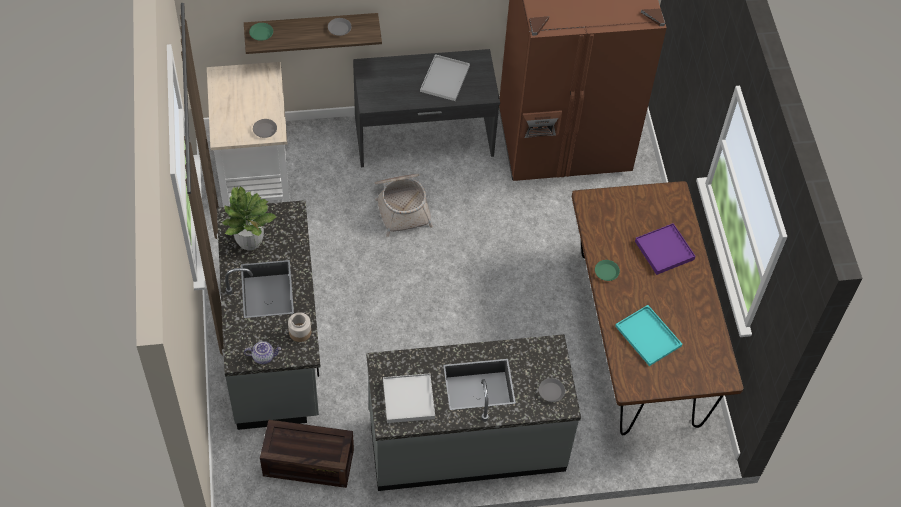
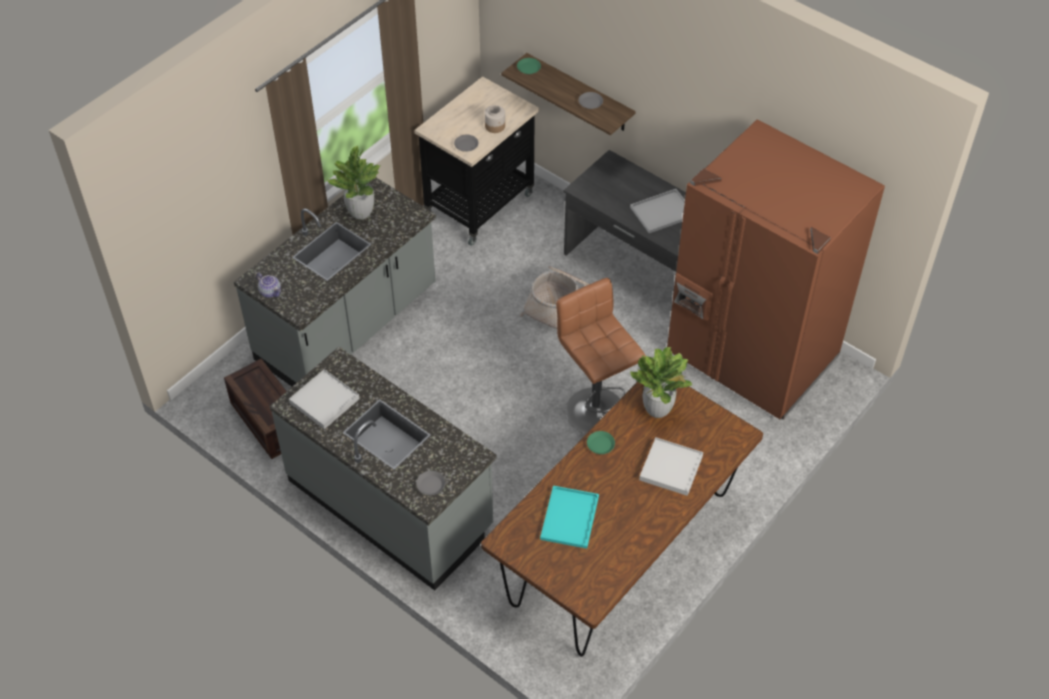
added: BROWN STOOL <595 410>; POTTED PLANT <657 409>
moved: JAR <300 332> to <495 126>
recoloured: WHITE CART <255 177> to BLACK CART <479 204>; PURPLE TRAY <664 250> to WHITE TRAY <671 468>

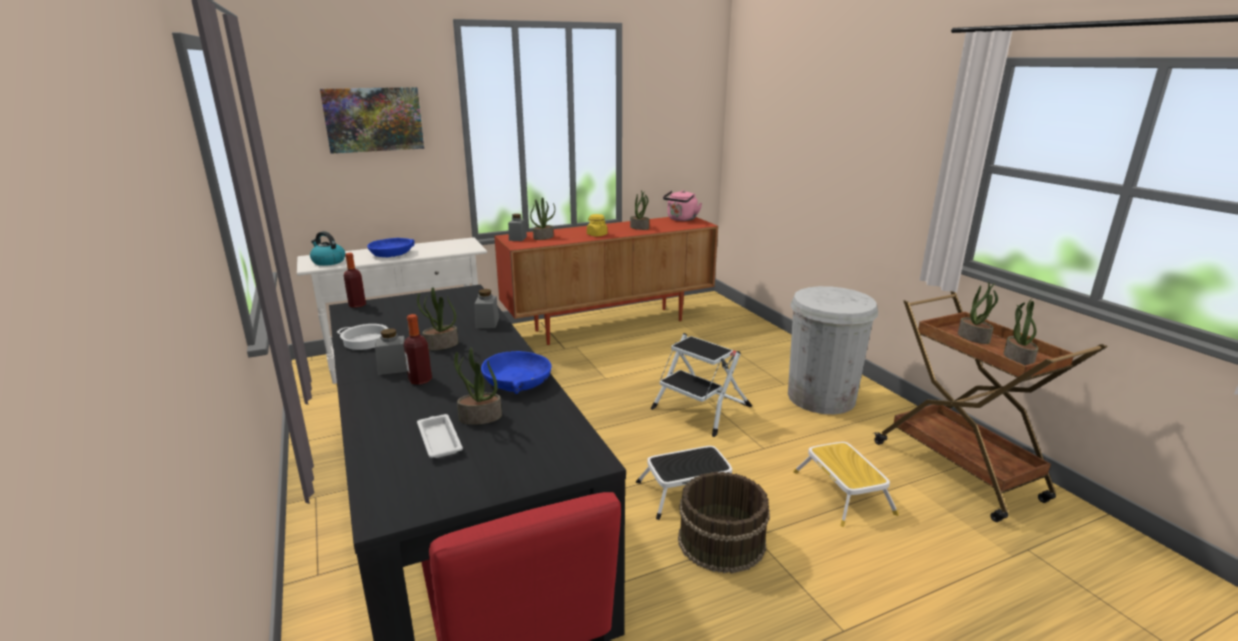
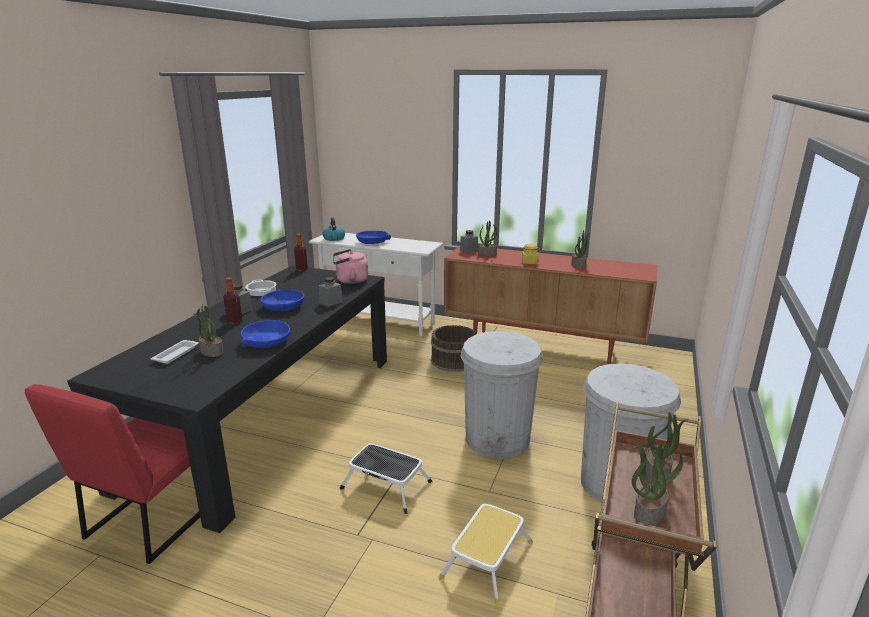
removed: PICTURE <373 119>
moved: PINK KETTLE <681 219> to <350 281>; BROWN BUCKET <721 540> to <454 360>
replaced: POTTED PLANT <441 345> to BLUE BOWL <283 306>; STEP LADDER <702 409> to WHITE TRASH CAN <497 439>

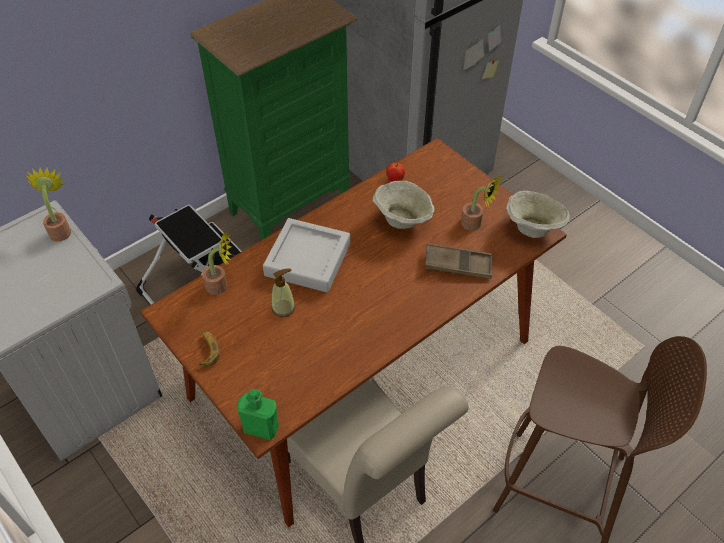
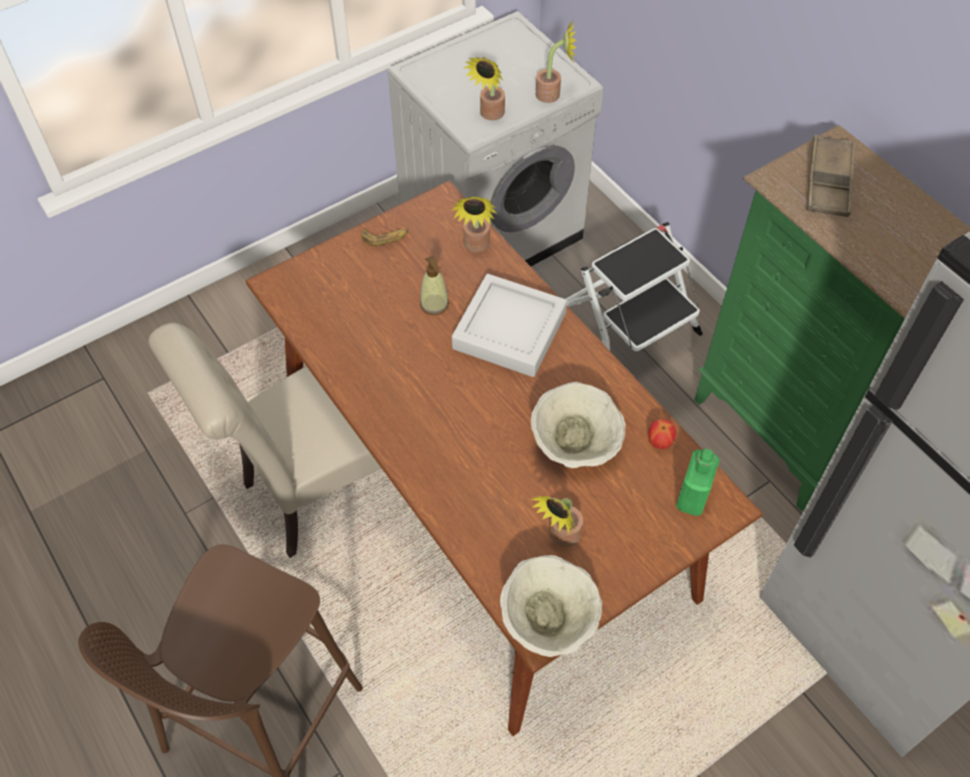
added: POTTED PLANT <490 115>
moved: GREEN BOTTLE <261 428> to <692 497>; BROWN TRAY <458 265> to <828 181>

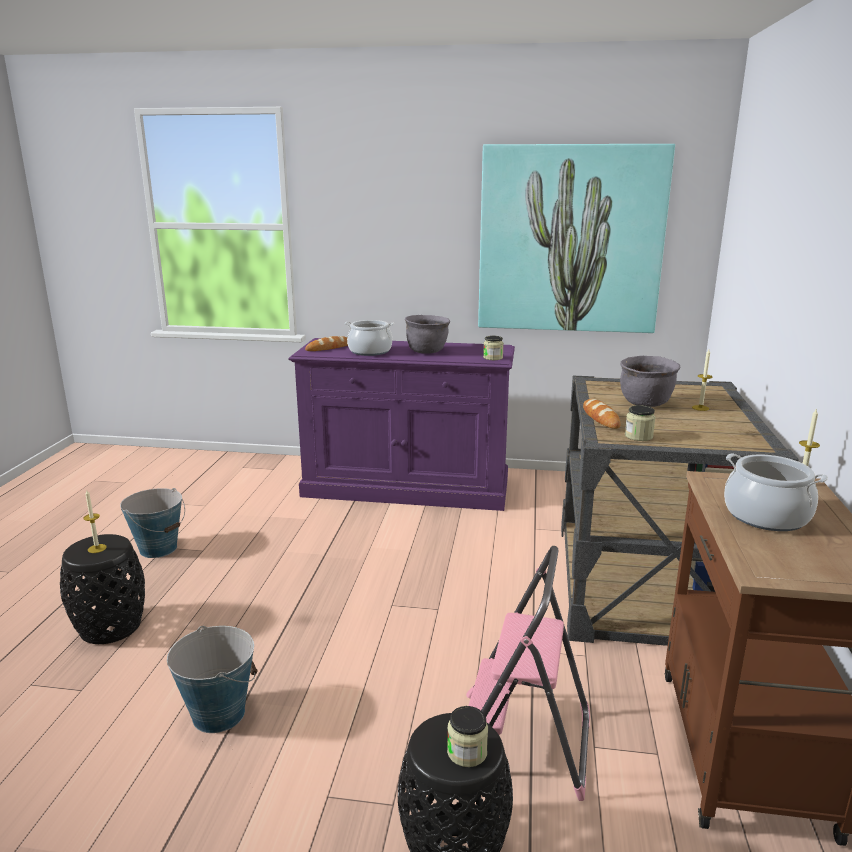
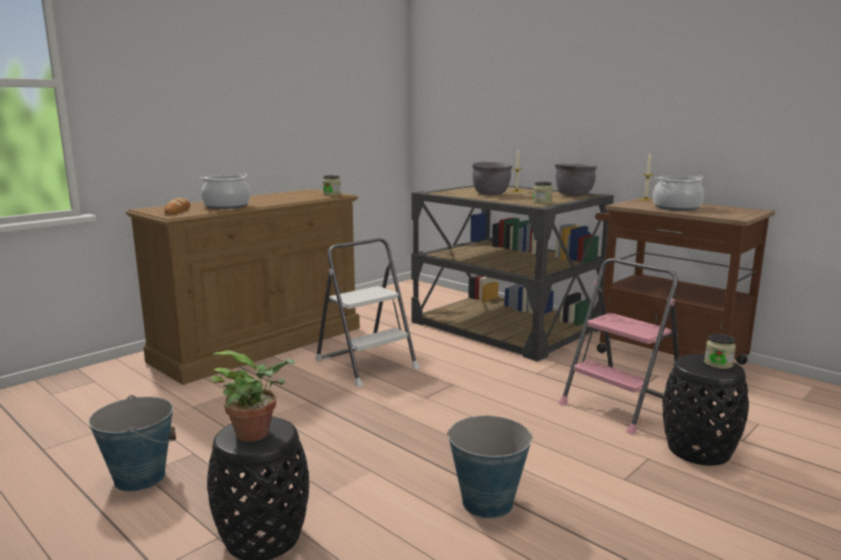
removed: PICTURE <570 240>; BREAD <600 417>
added: WHITE STEP LADDER <364 362>
moved: GREY COOKING POT <427 351> to <573 195>
replaced: CANDLE <97 548> to POTTED PLANT <257 433>
recoloured: PURPLE CABINET <407 488> to BROWN CABINET <261 344>

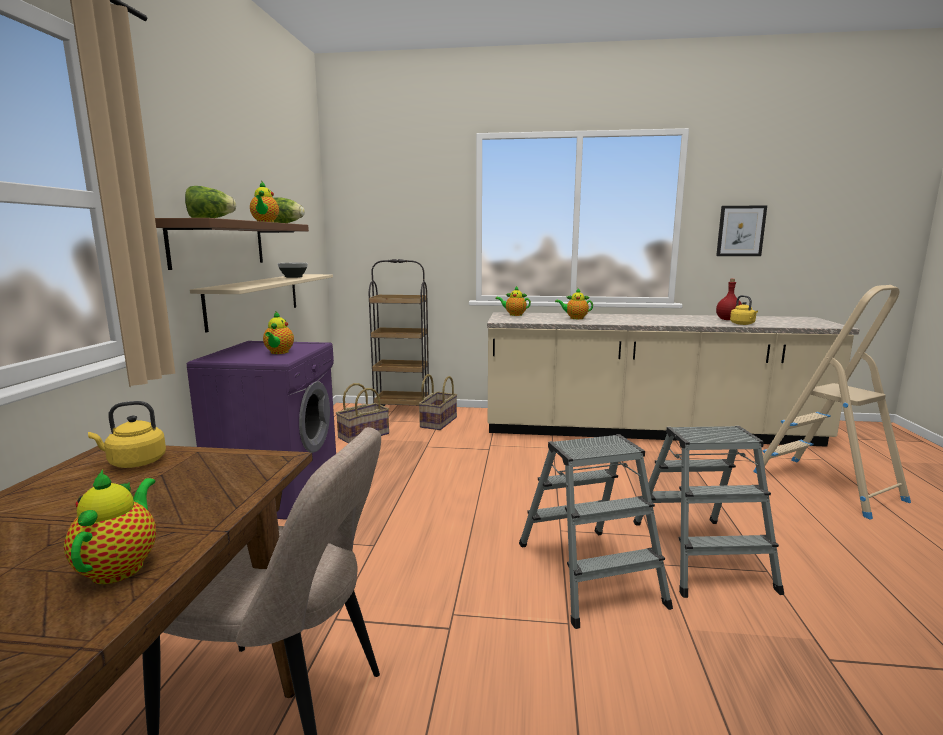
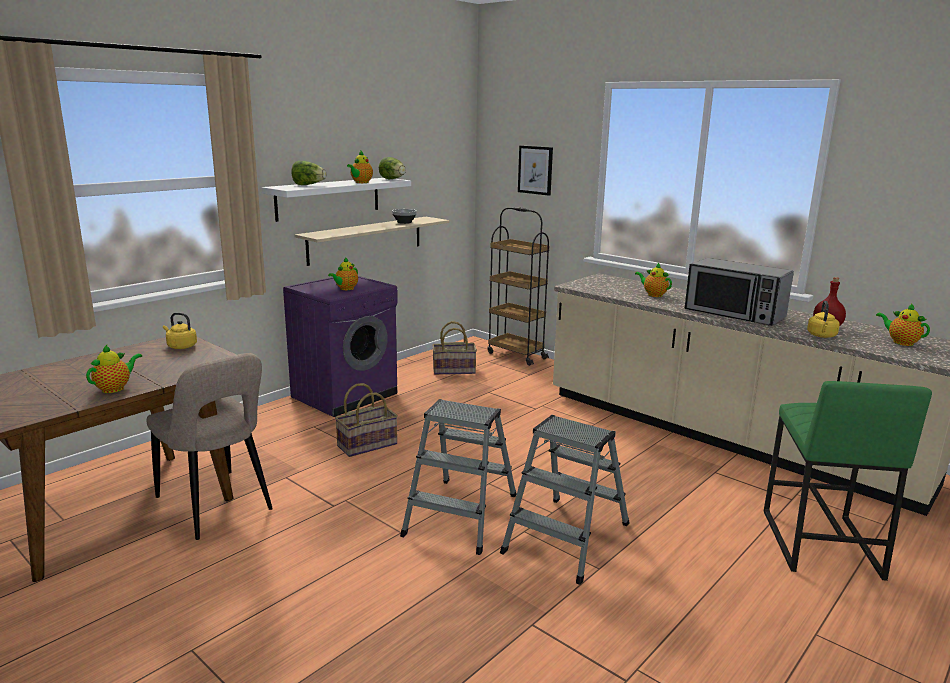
added: MICROWAVE <734 314>
moved: BASKET <438 422> to <367 444>; TEAPOT <514 315> to <900 342>; PICTURE <740 231> to <535 170>
replaced: BEIGE STEP LADDER <825 485> to GREEN STOOL <820 543>
recoloured: BROWN SHELF <219 244> to WHITE SHELF <328 198>

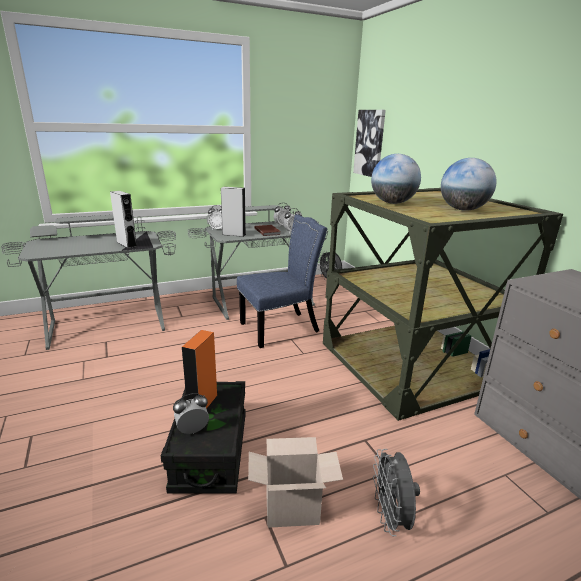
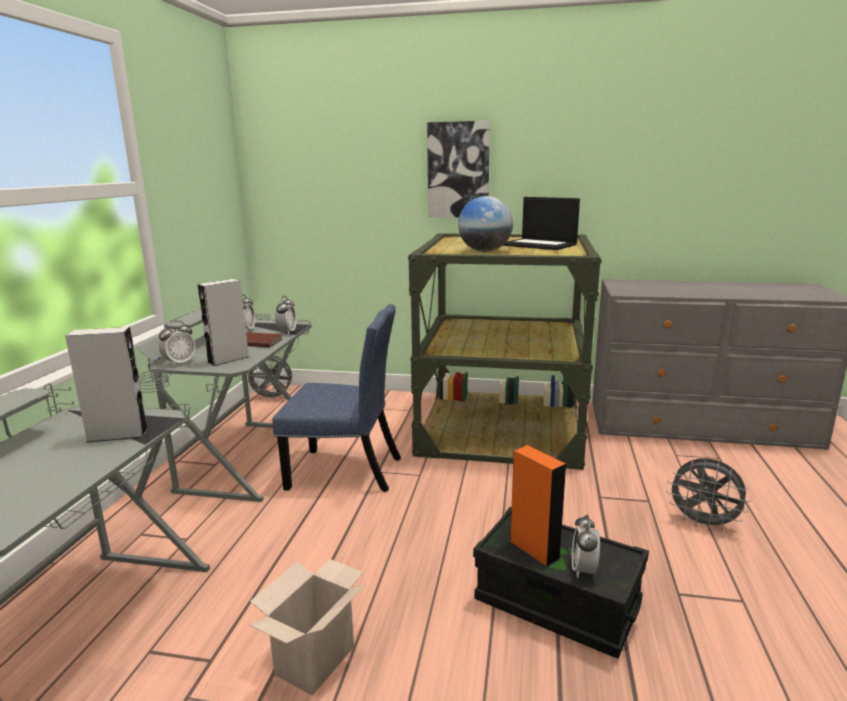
moved: CARDBOARD BOX <293 508> to <315 658>; PICTURE <370 143> to <458 170>
replaced: GLOBE <463 210> to LAPTOP <540 245>
turned: BLUE CHAIR <278 329> = <343 471> 90 degrees clockwise

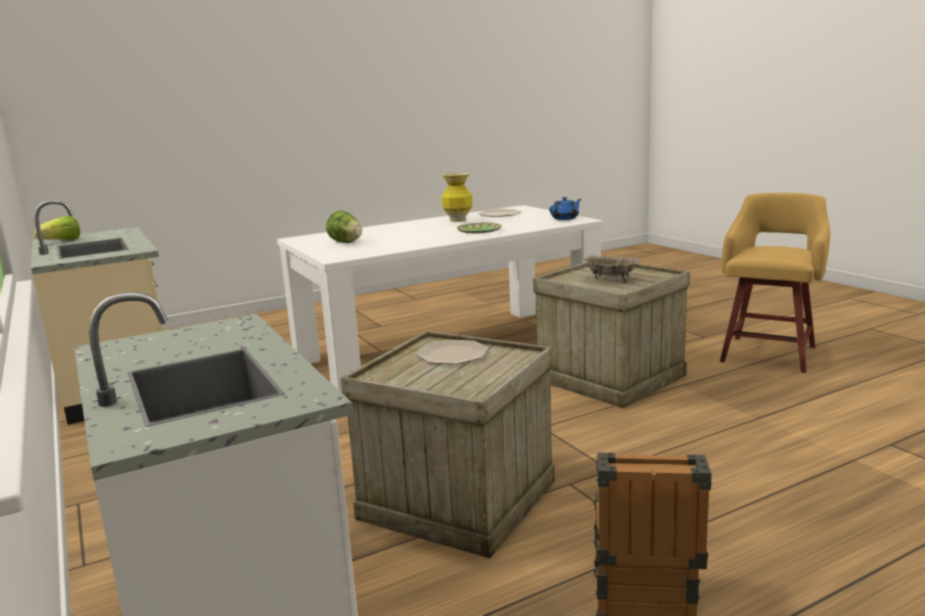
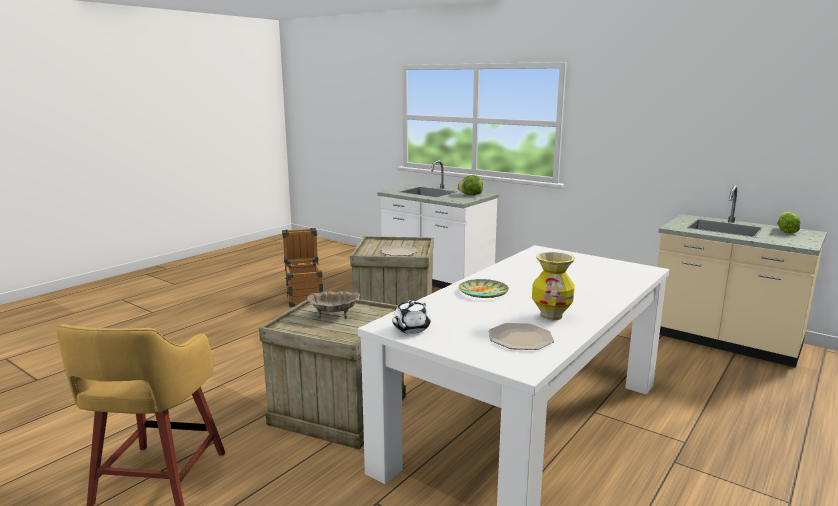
moved: LETTUCE <345 242> to <470 195>
recoloured: BLUE TEAPOT <565 218> to WHITE TEAPOT <410 329>

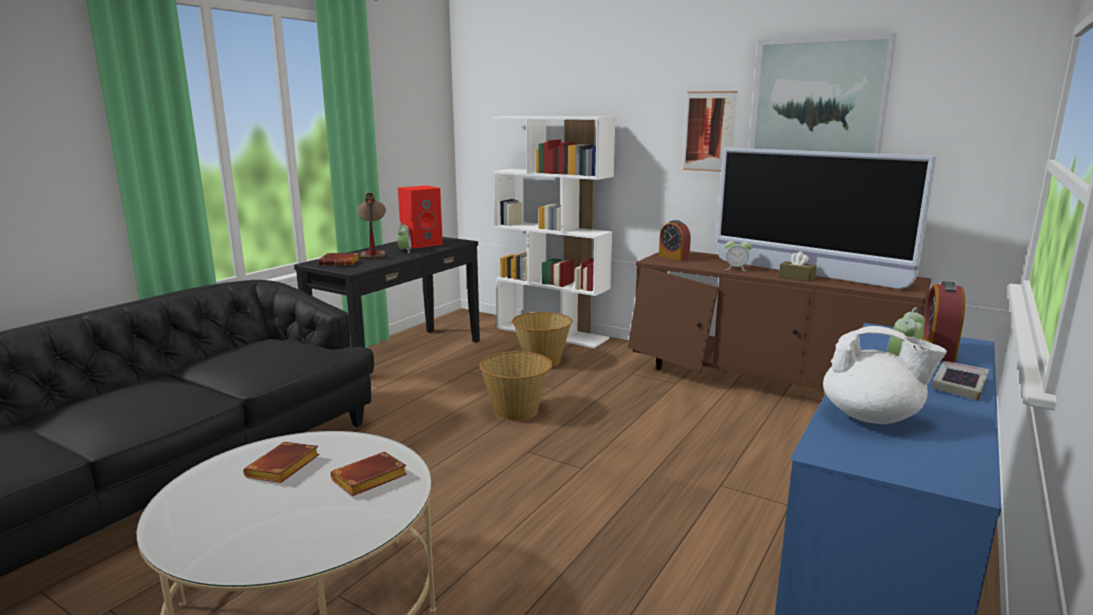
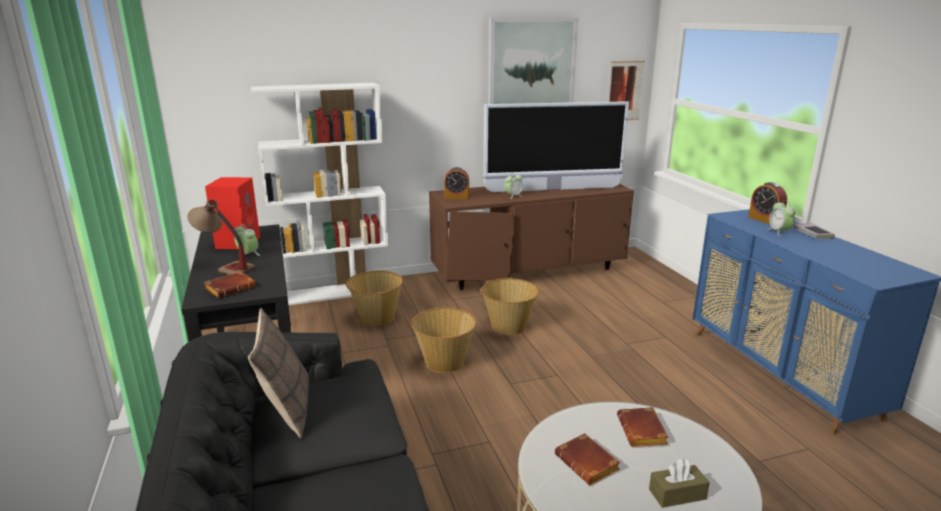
removed: WHITE TEAPOT <872 417>
added: PILLOW <286 410>; BASKET <509 326>
moved: PICTURE <709 131> to <625 91>; BROWN TISSUE BOX <796 278> to <677 494>

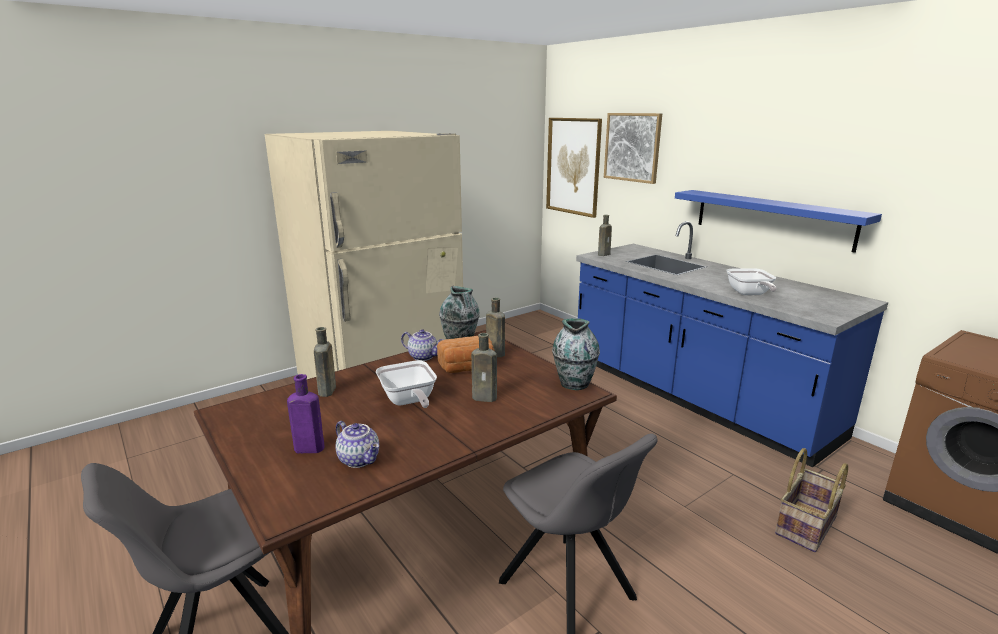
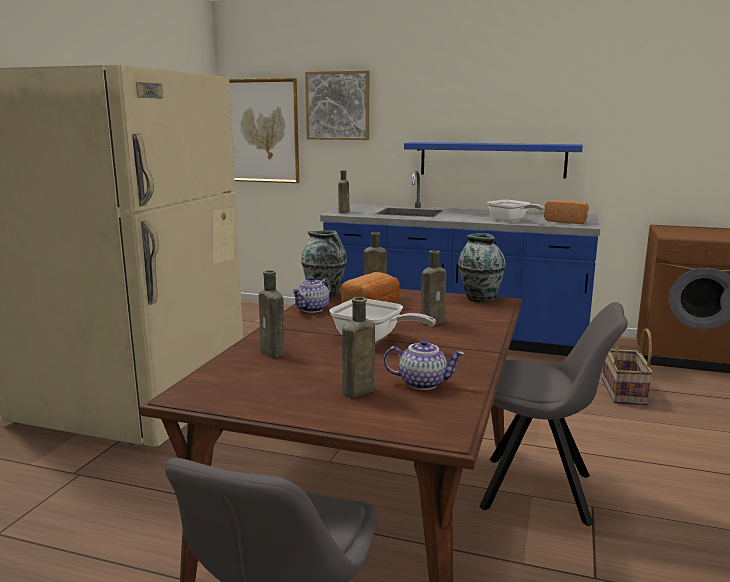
added: BREAD <566 221>
recoloured: PURPLE BOTTLE <307 449> to BROWN BOTTLE <356 392>
turned: TEAPOT <424 356> = <312 309> 135 degrees clockwise

